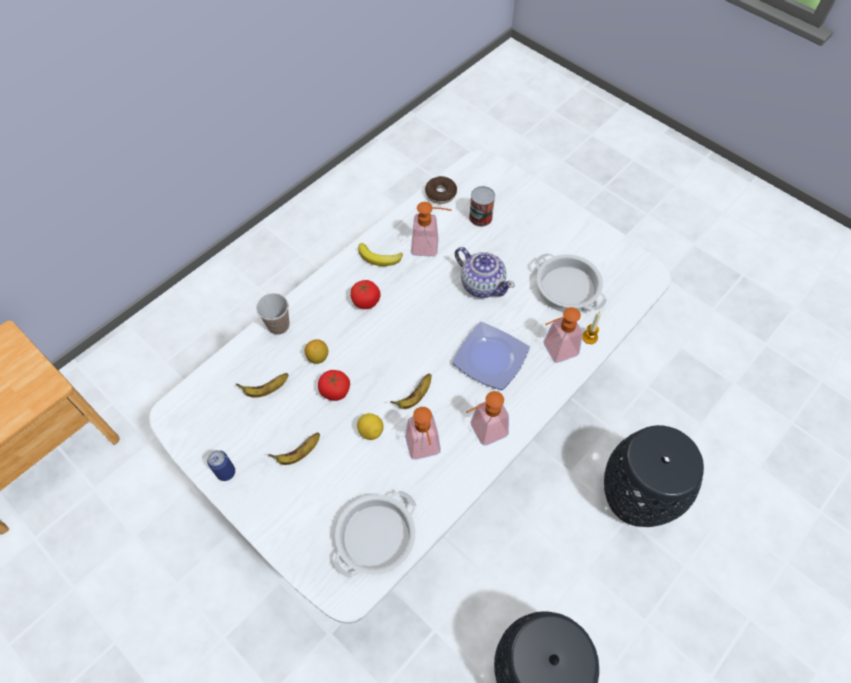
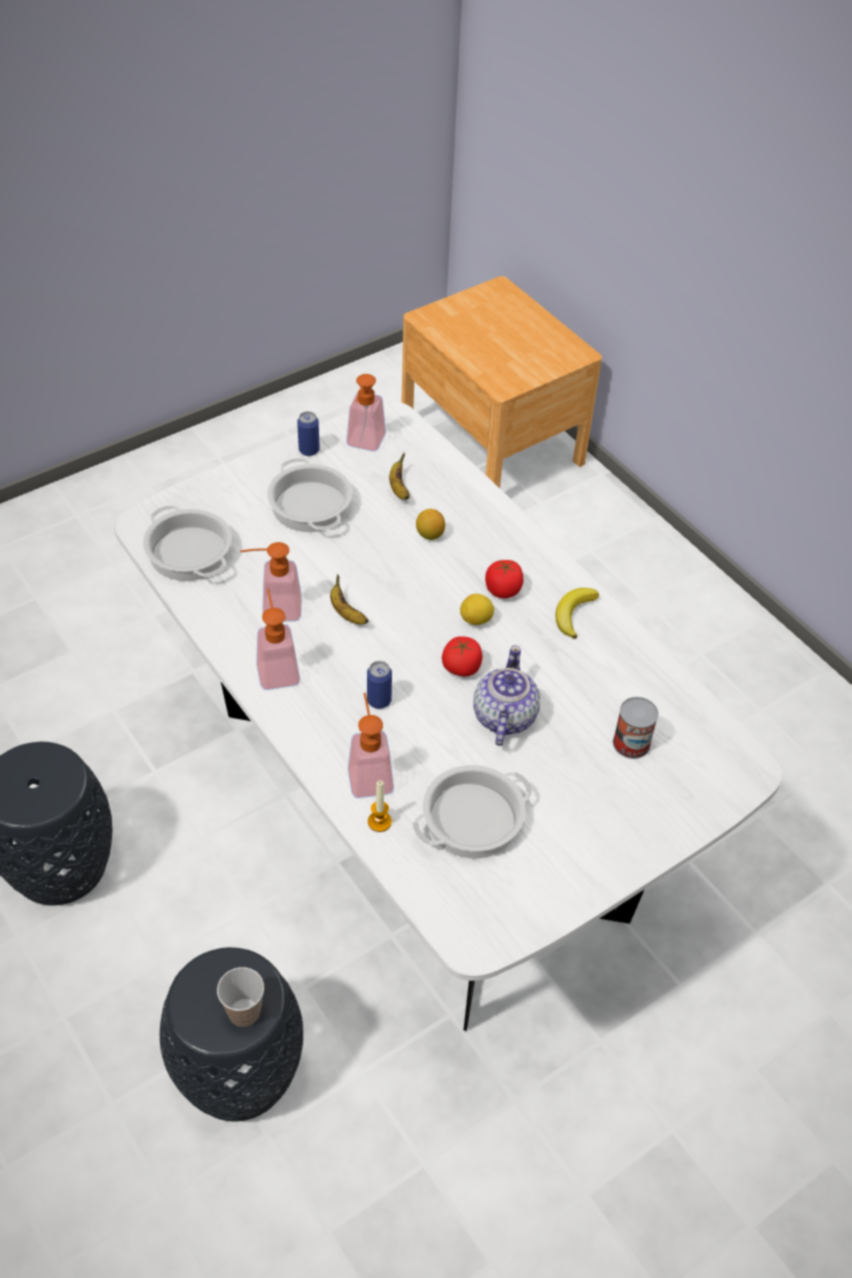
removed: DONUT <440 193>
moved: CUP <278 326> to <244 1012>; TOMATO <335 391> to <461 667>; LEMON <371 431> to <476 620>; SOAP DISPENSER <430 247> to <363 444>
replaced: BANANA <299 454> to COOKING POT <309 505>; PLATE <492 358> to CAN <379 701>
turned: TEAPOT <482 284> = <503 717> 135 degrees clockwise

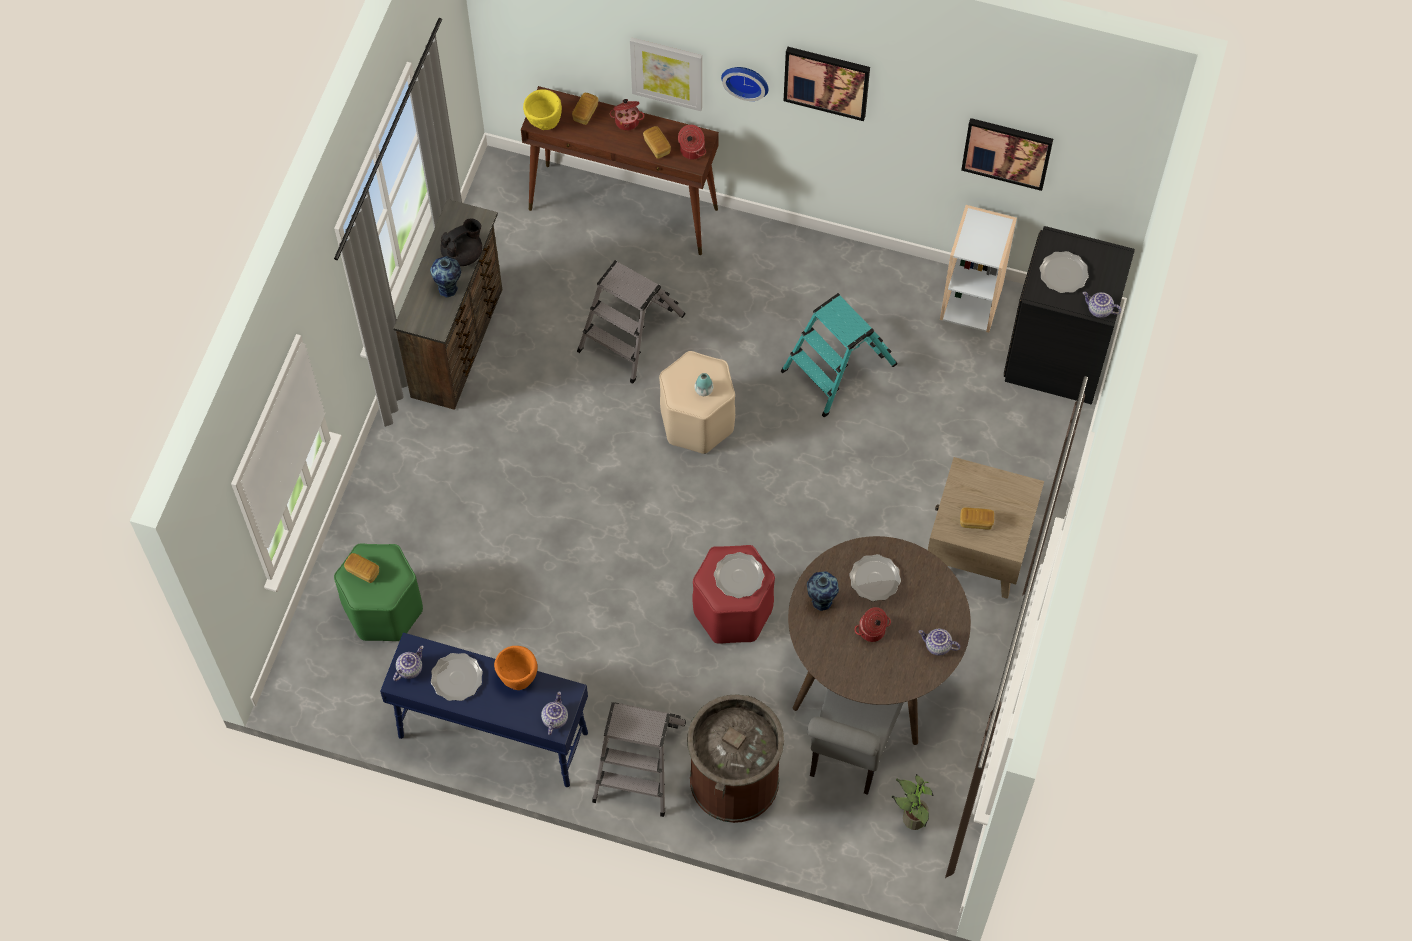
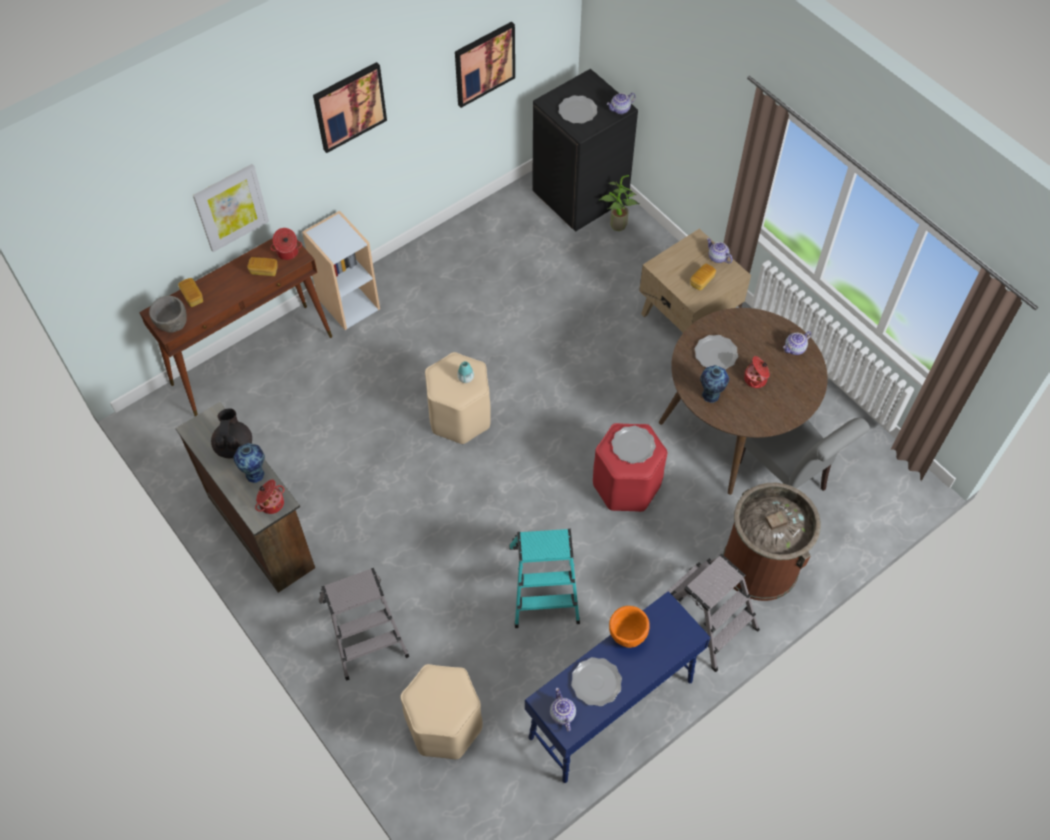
removed: BREAD <362 571>; WALL CLOCK <746 80>
moved: TEAPOT <554 718> to <717 258>; GREY STEP LADDER <631 332> to <363 627>; COOKING POT <627 120> to <271 503>; TURQUOISE STEP LADDER <839 367> to <544 583>; POTTED PLANT <910 818> to <616 226>; BOOKCASE <972 301> to <348 303>
recoloured: GREEN STOOL <383 609> to BEIGE STOOL <444 725>; YELLOW BOWL <543 122> to GREY BOWL <173 326>

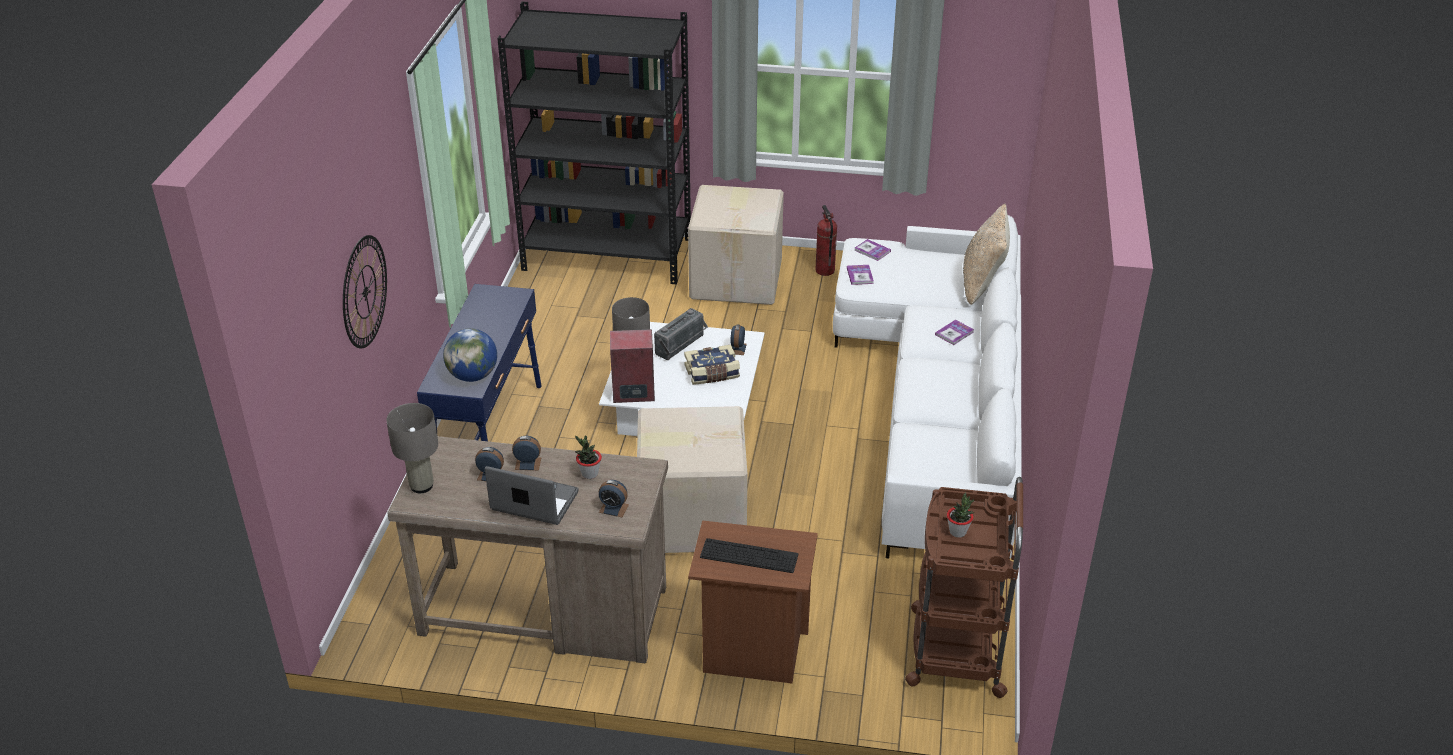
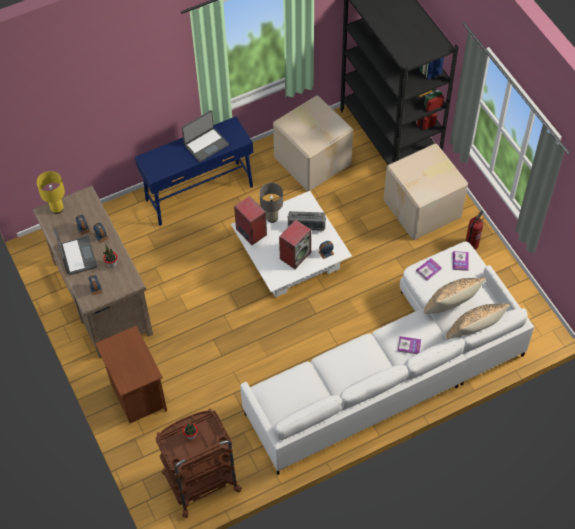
removed: WALL CLOCK <365 291>; GLOBE <473 376>; KEYBOARD <749 556>
added: LAPTOP <206 144>; BEIGE PILLOW <450 309>
moved: CARDBOARD BOX <691 517> to <312 159>
replaced: BOOK <712 373> to SPEAKER <295 255>
recoloured: GREY TABLE LAMP <422 486> to YELLOW TABLE LAMP <57 209>

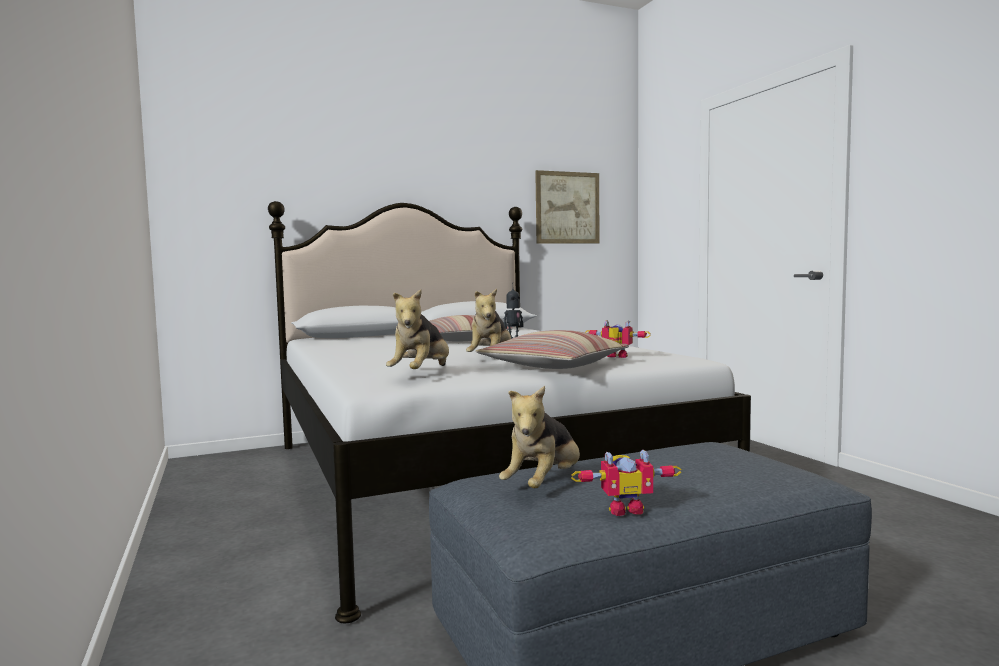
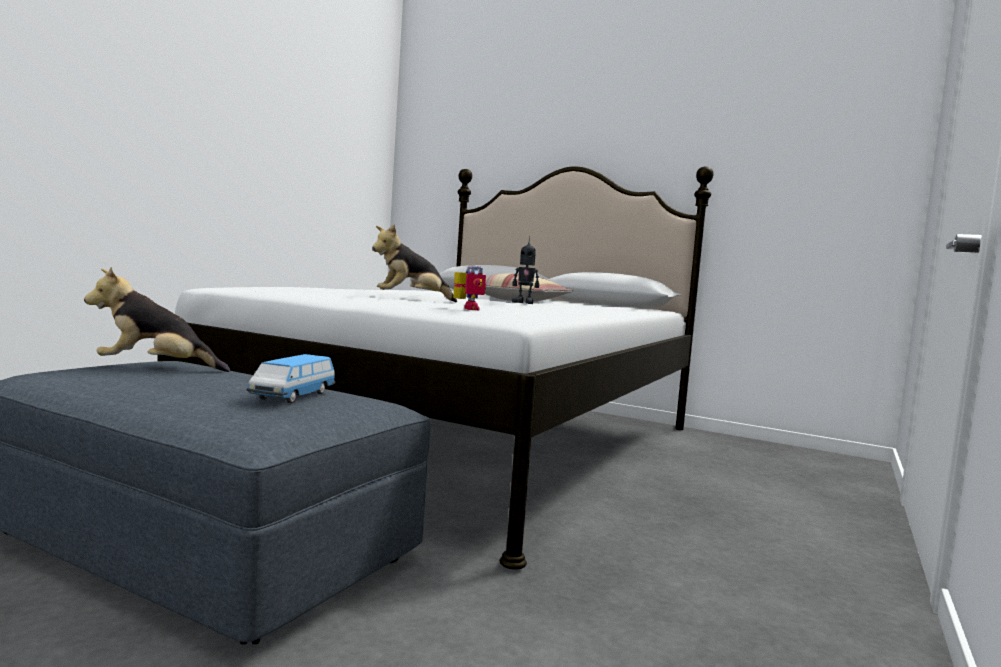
removed: PLUSH TOY <421 374>; PILLOW <553 366>; PICTURE <567 208>; TOY ROBOT <624 509>
added: TOY CAR <293 396>

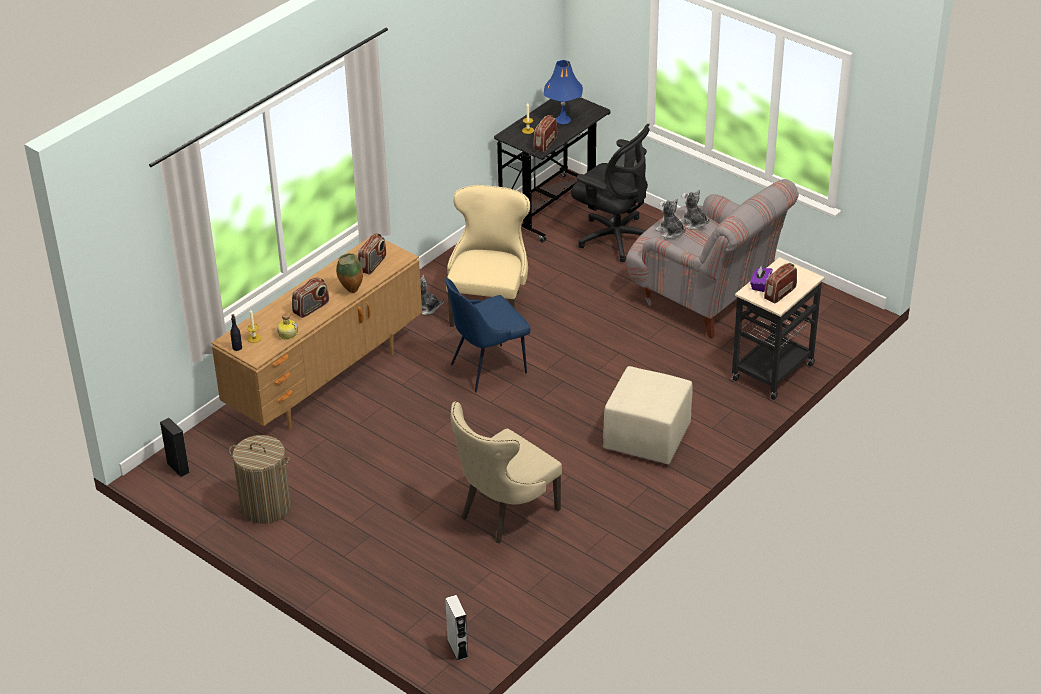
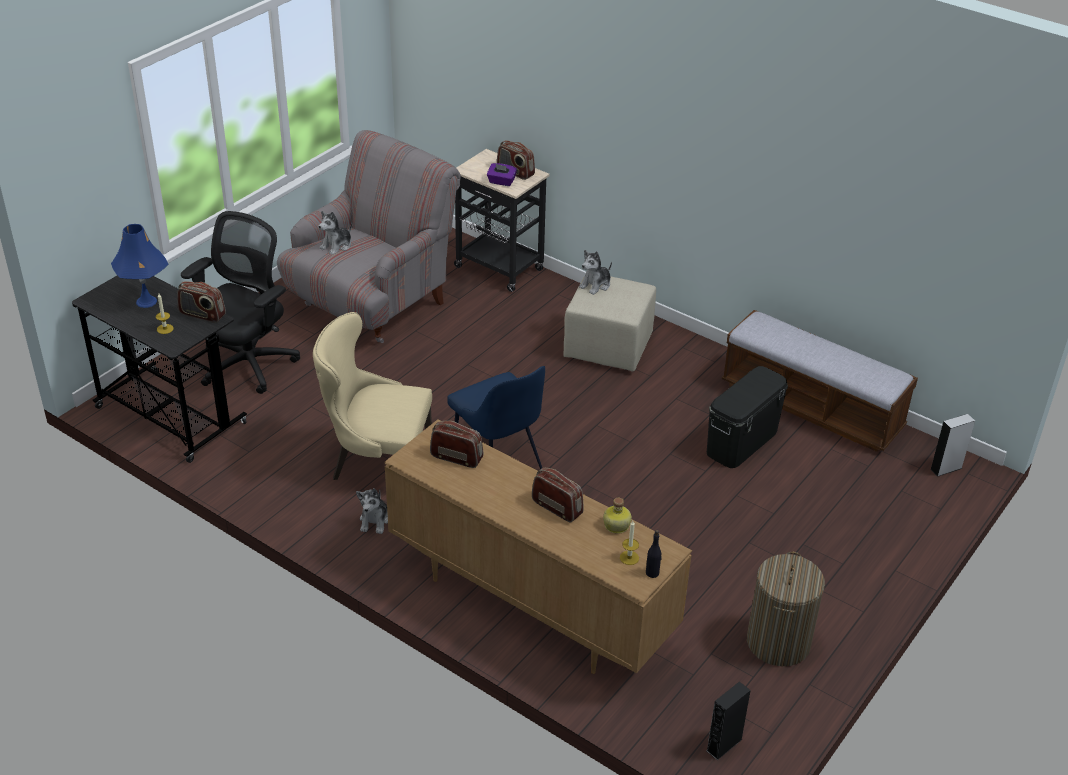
removed: VASE <351 291>
added: BENCH <811 407>
moved: PLUSH TOY <670 232> to <596 285>
replaced: BEIGE CHAIR <504 513> to BLACK STORAGE BOX <742 442>

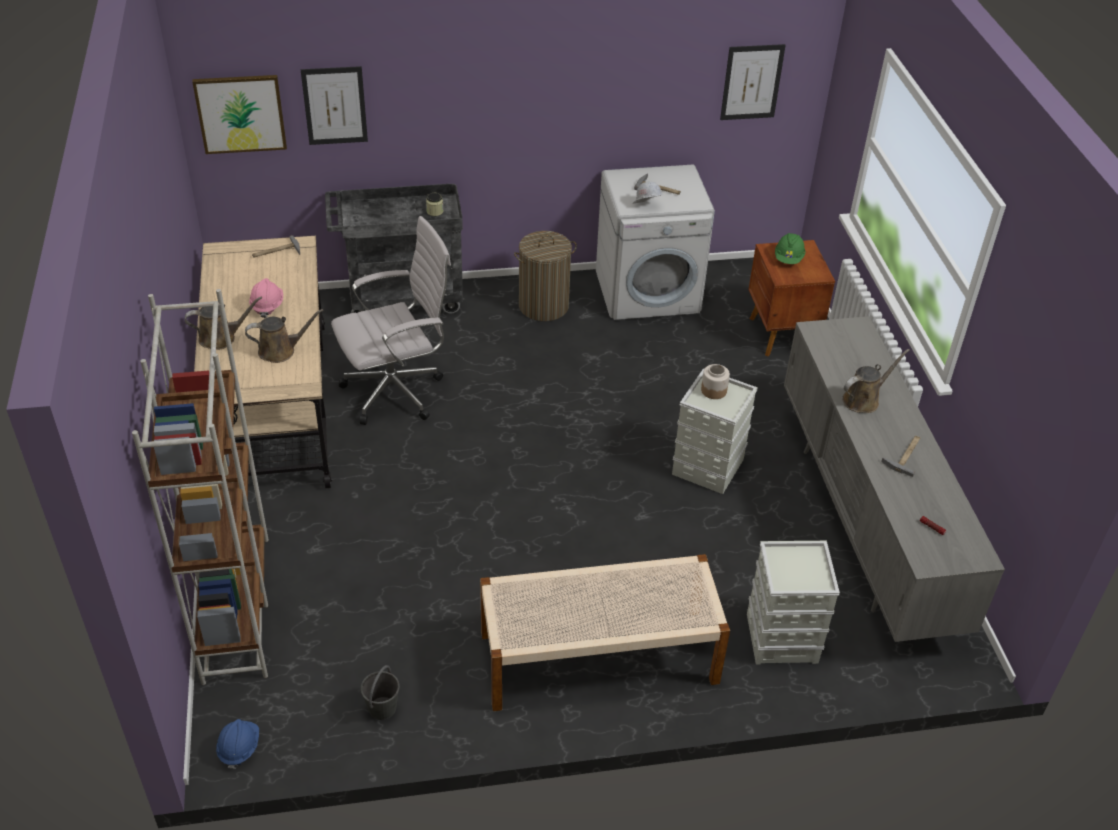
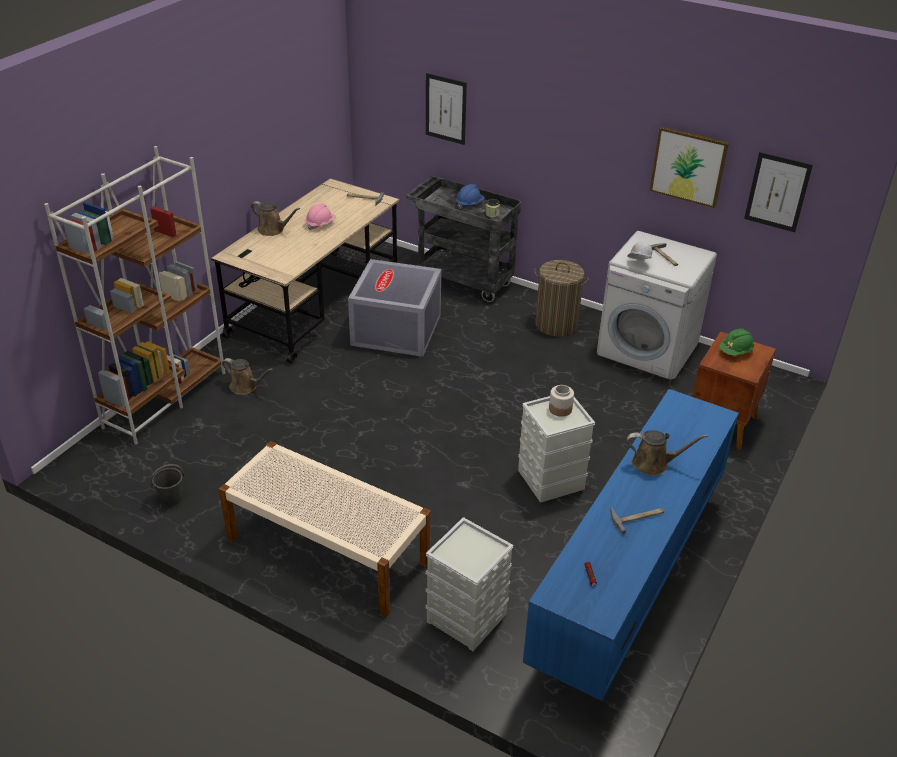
moved: PICTURE <240 113> to <688 166>; BLUE HARD HAT <239 748> to <469 204>; BROWN WATERING CAN <280 351> to <245 386>
replaced: WHITE OFFICE CHAIR <397 391> to GREY STORAGE BOX <397 330>
recoloured: GREY CABINET <866 526> to BLUE CABINET <628 586>

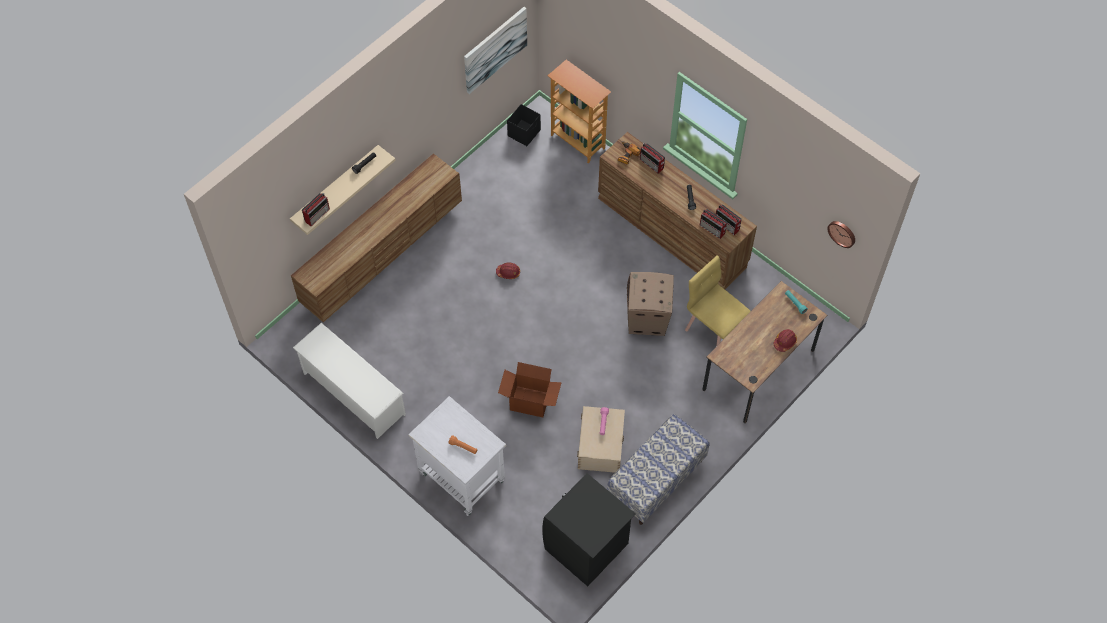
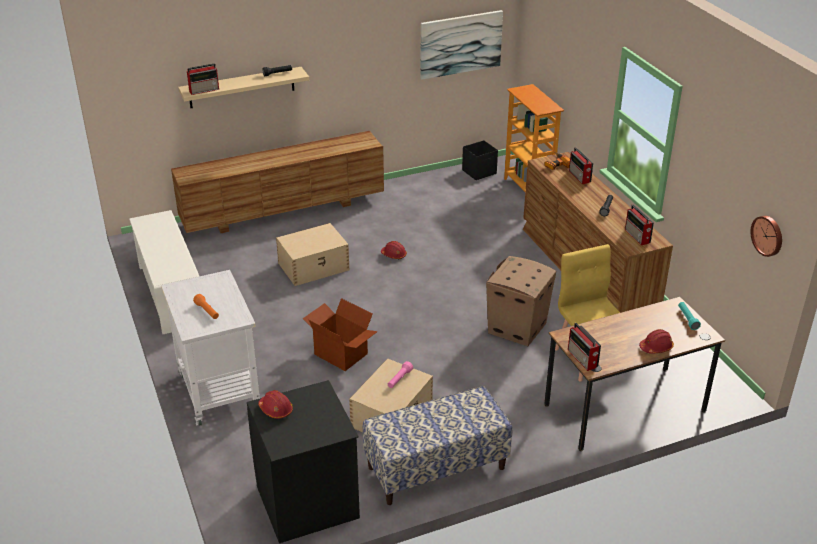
added: RED HARD HAT <276 409>; BEIGE STORAGE BOX <314 266>
moved: RADIO <712 229> to <583 359>

